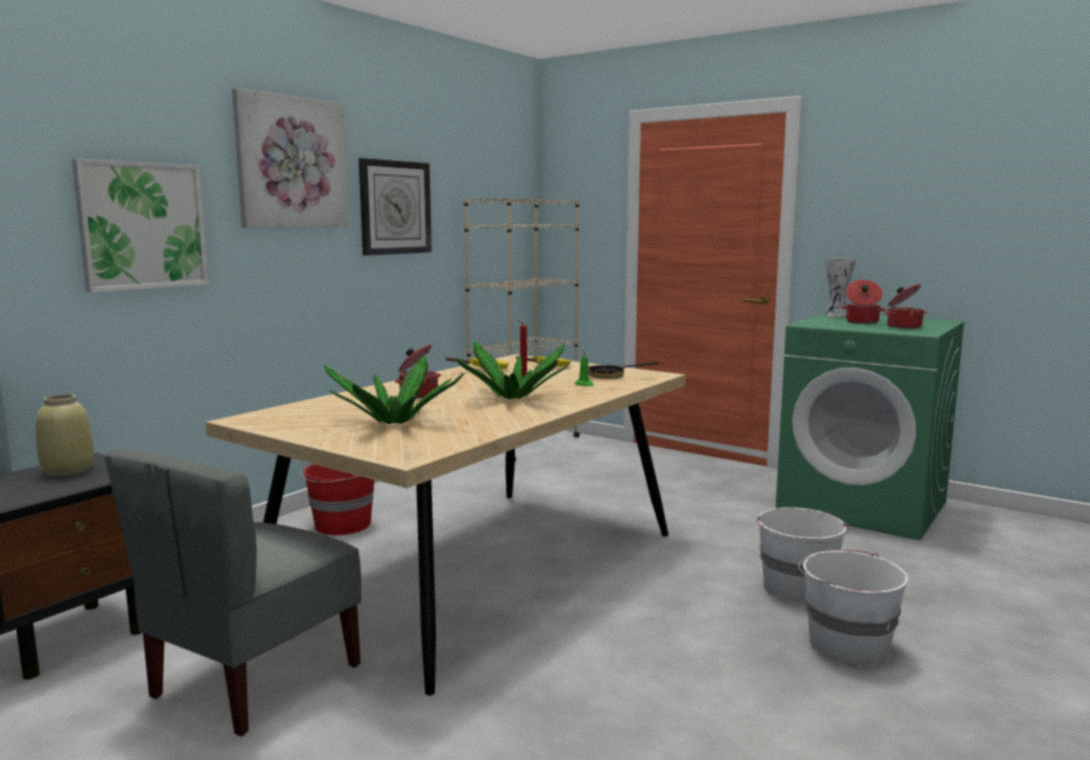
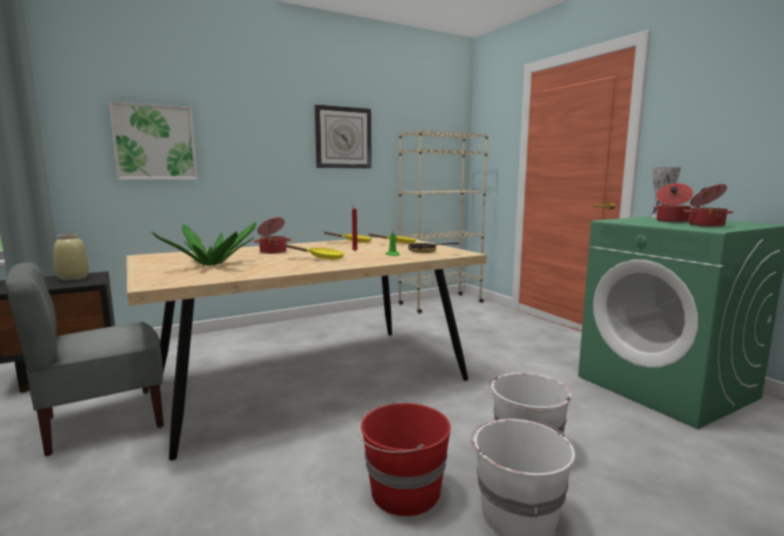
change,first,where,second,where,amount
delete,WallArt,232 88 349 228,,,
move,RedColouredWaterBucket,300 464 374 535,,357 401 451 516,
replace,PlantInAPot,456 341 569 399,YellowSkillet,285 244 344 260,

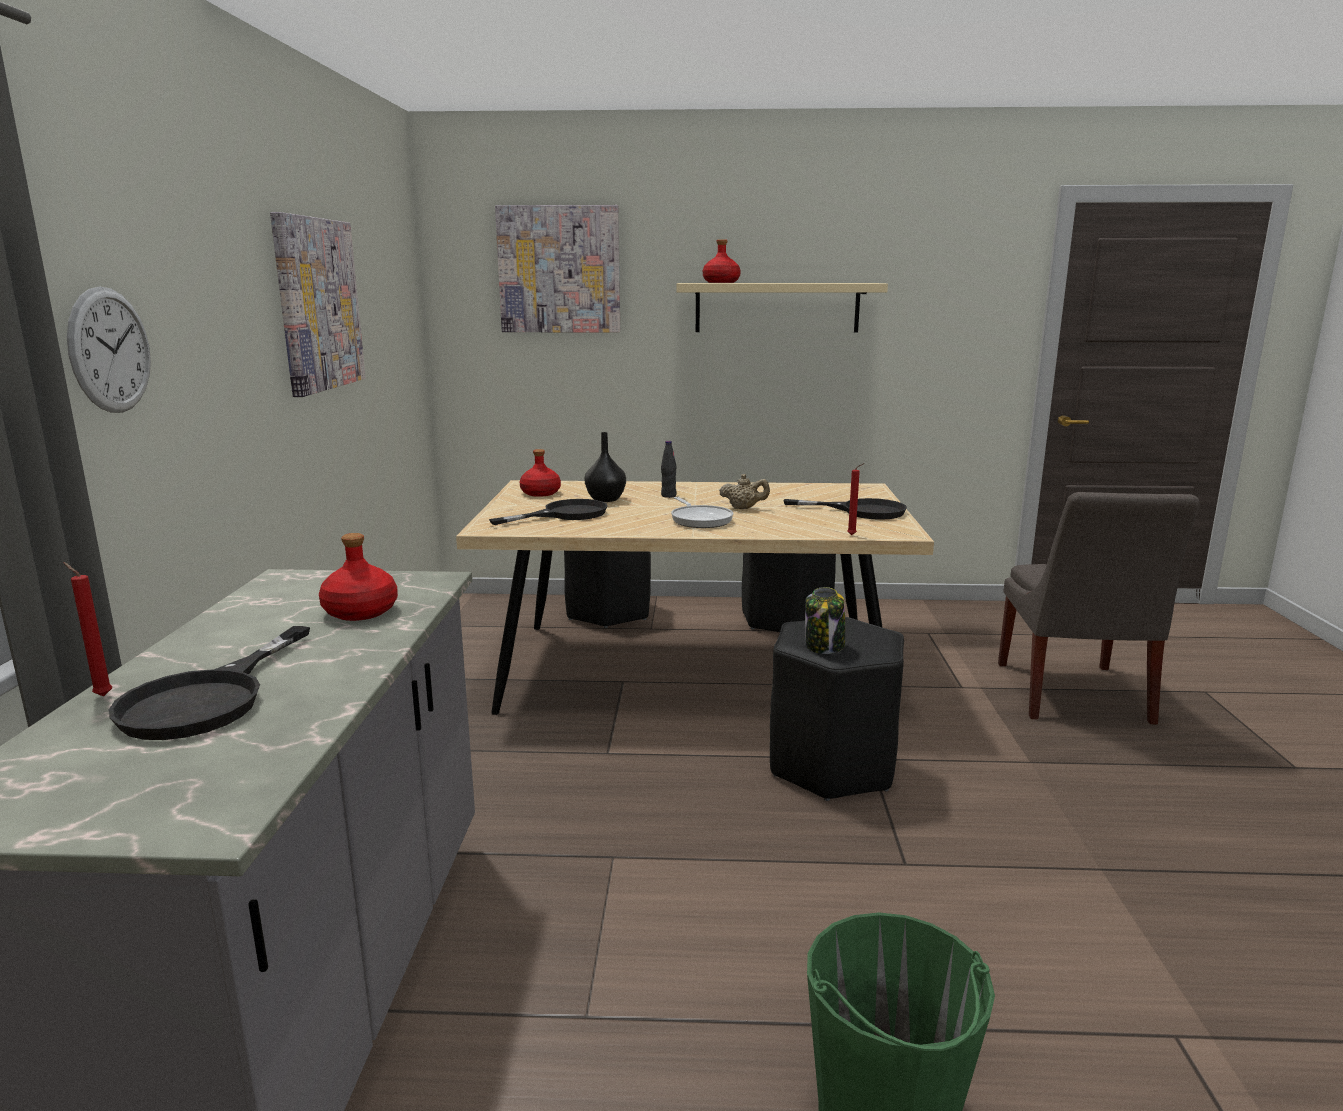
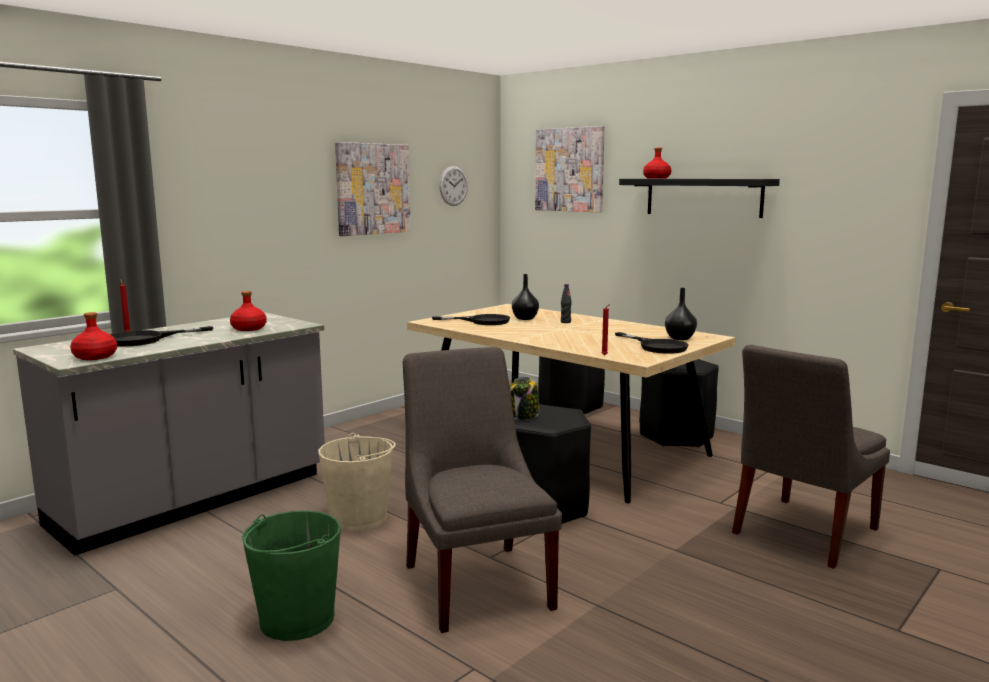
change,first,where,second,where,amount
delete,Skillet,671 497 733 528,,,
delete,BeigeTeaPot,719 474 770 509,,,
insert,,,BeigeWaterBucket,318 433 396 531,
insert,,,GrayPlainChair,403 347 562 633,
insert,,,BlackColouredVase,665 288 697 340,
move,WallClock,67 287 151 413,,439 166 468 206,
move,RedColouredDrinkBottle,520 449 561 497,,70 312 117 360,
recolor,BeigeBracketShelf,676 283 888 333,BlackColouredBracketShelf,619 179 780 218,

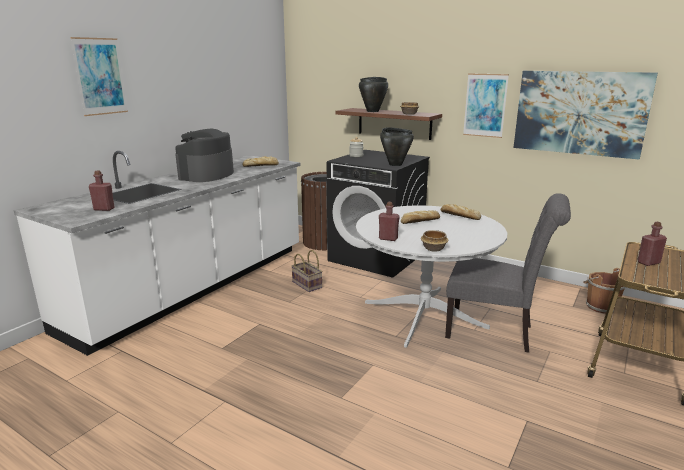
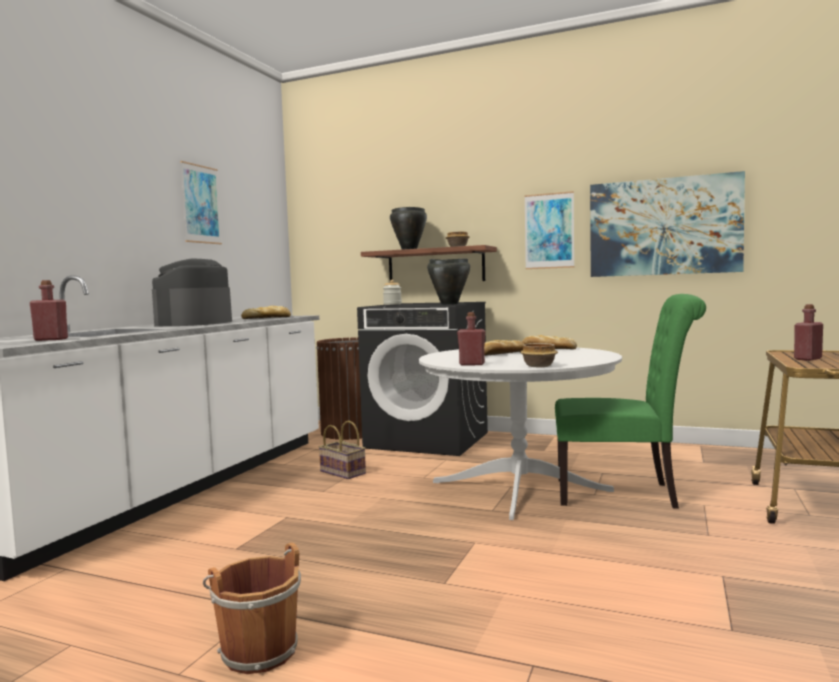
change,first,where,second,where,amount
move,WallArt,70 37 128 116,,180 161 222 244,
move,BrownWaterBucket,583 268 626 314,,203 543 301 674,
recolor,GrayPlainChair,445 193 571 353,GreenColouredPlainChair,555 294 706 509,

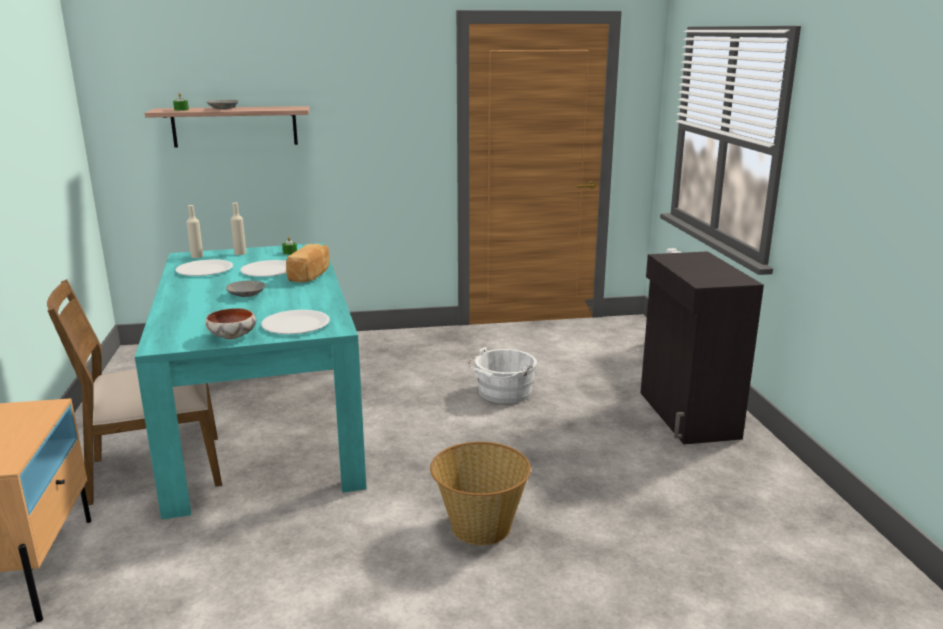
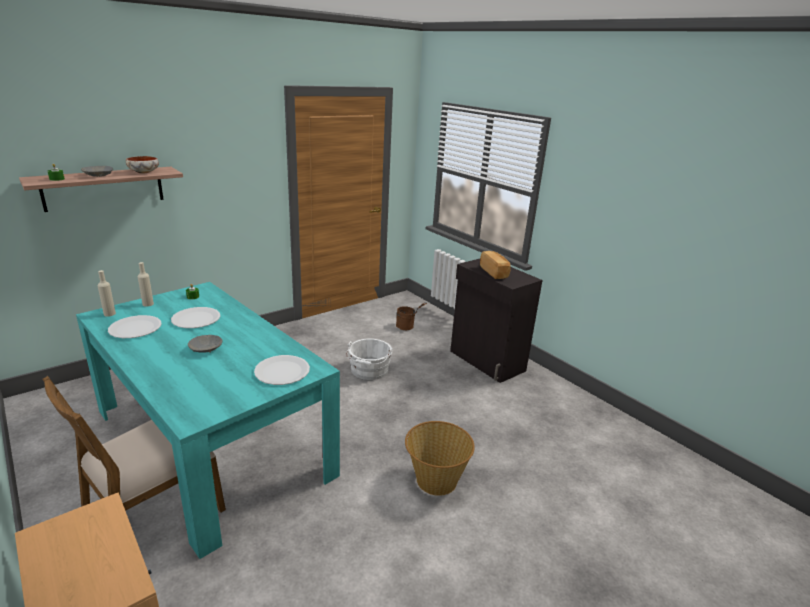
change,first,where,second,where,amount
insert,,,BrownWaterBucket,396 302 427 330,
move,DeepDish,205 308 256 339,,126 156 159 174,
move,BakeryBread,286 244 329 282,,480 251 511 279,

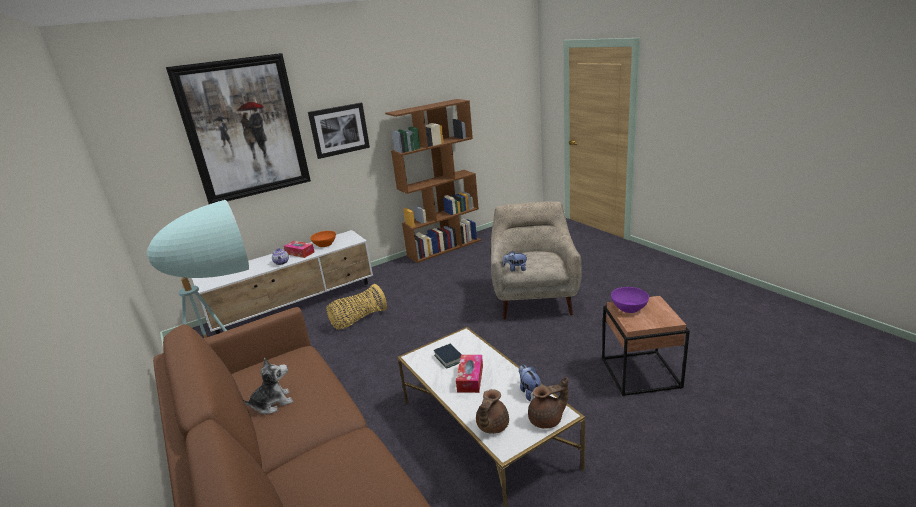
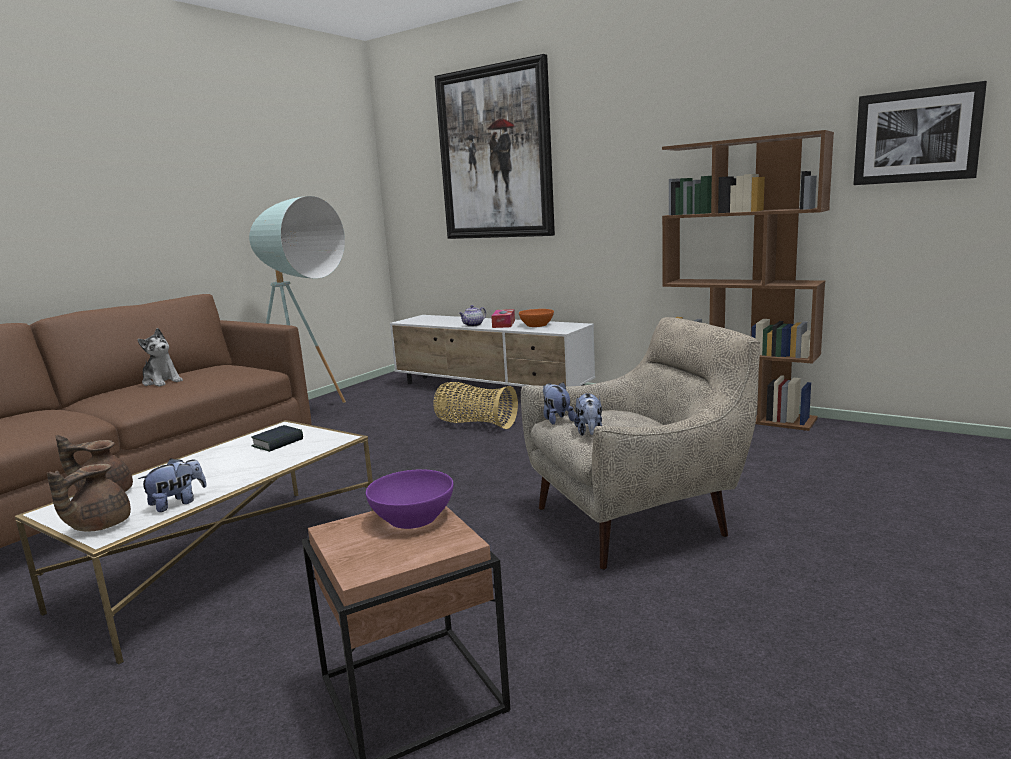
change,first,where,second,where,amount
delete,BoxOfTissues,456 355 483 393,,,
insert,,,SoftToy,574 393 602 436,
move,WallArt,308 103 370 159,,853 81 987 185,
rotate,BrownTeaPot,528 377 568 429,,47 464 131 531,60 degrees clockwise

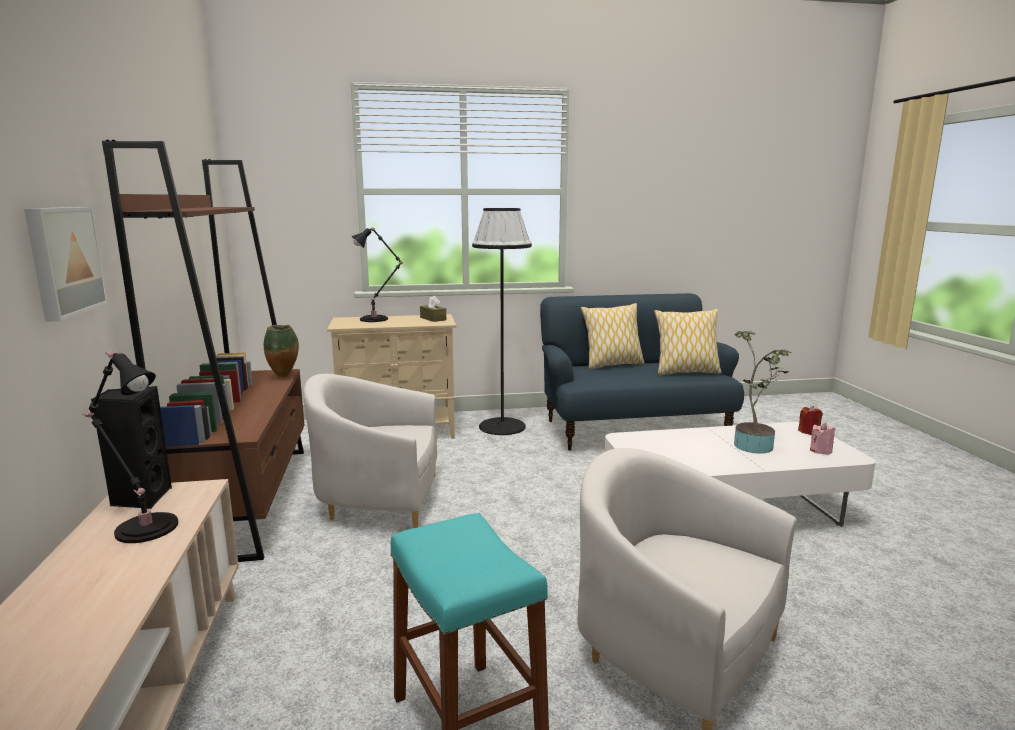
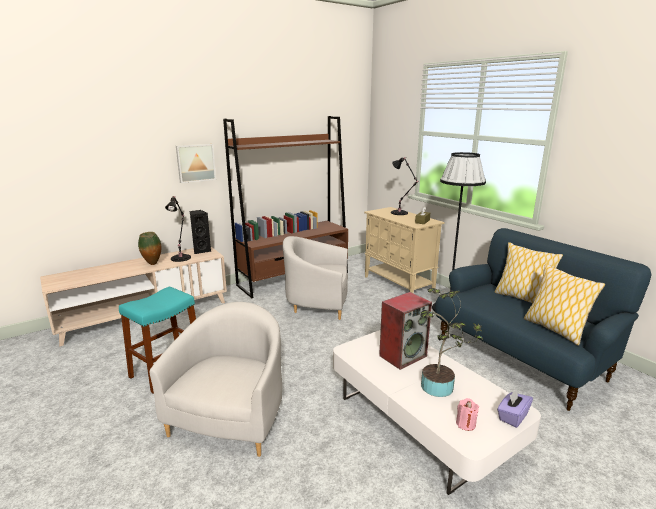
change,first,where,second,where,amount
insert,,,Speaker,379 292 432 370,
move,Vase,264 325 299 377,,138 232 161 265,
replace,RedColouredCandle,798 406 823 435,PurpleBoxOfTissues,497 389 533 428,
rotate,WhiteColouredLoungeChair,303 374 437 528,,283 236 348 320,60 degrees counterclockwise

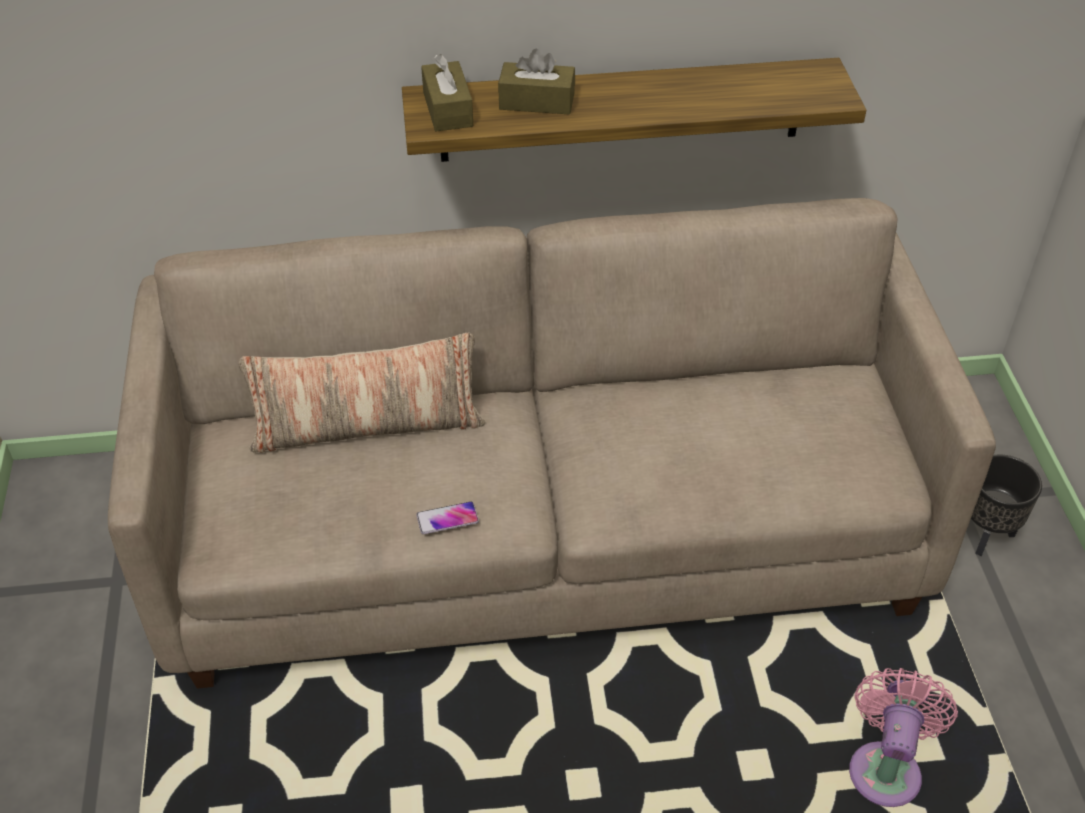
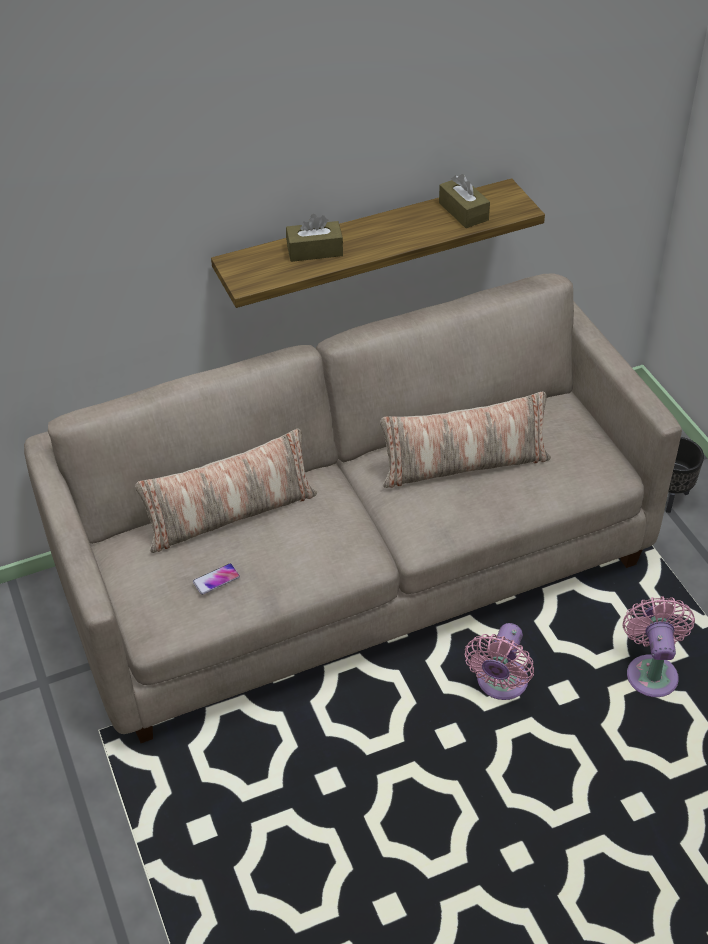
change,first,where,second,where,amount
insert,,,ThrowPillow,380 391 551 488,
insert,,,PinkCoolingFan,465 623 534 700,
move,Handset,416 501 479 534,,193 563 240 595,
move,BrownBoxOfTissues,421 54 473 131,,439 174 490 228,

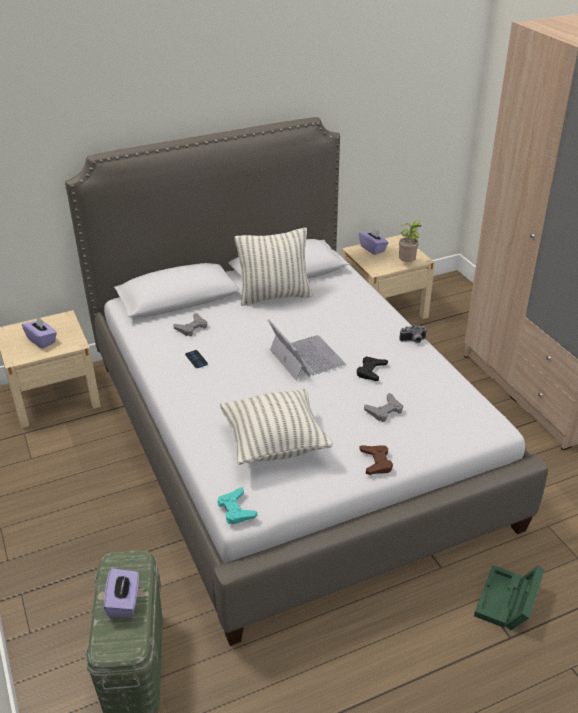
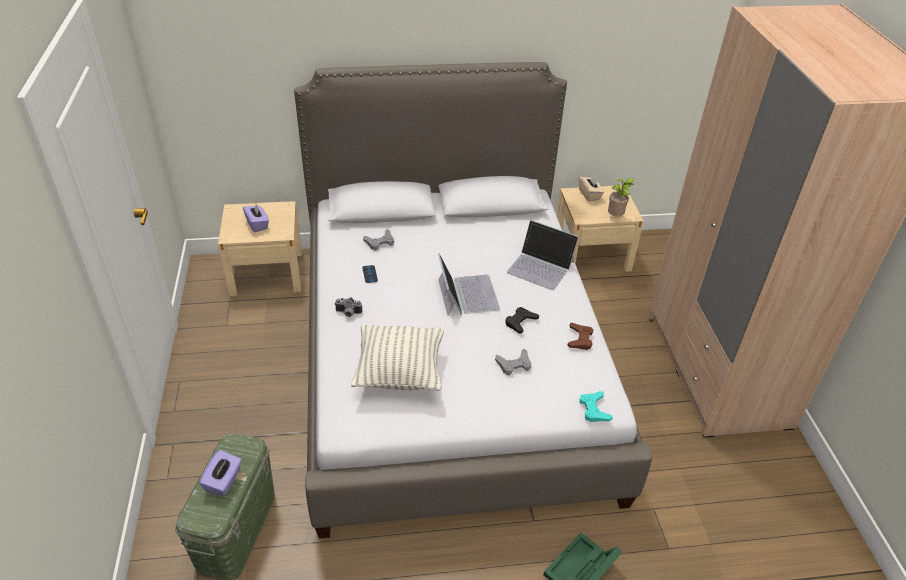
change,first,where,second,where,amount
delete,ThrowPillow,234 228 313 306,,,
insert,,,NotebookComputer,506 220 579 290,
move,TurquoiseColouredGamepad,218 487 257 525,,579 391 613 422,
move,BrownGamepad,359 445 393 475,,567 323 593 350,
move,PhotoCamera,399 324 427 343,,335 297 362 317,
recolor,PurpleBoxOfTissues,359 227 388 255,BeigeBoxOfTissues,579 174 604 201,

